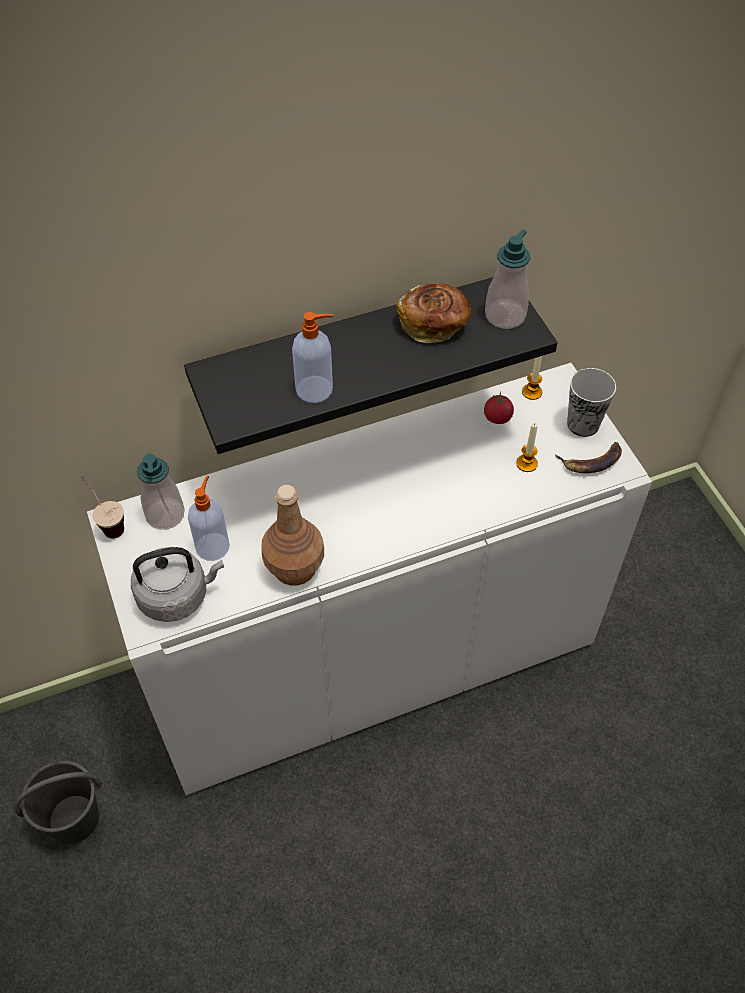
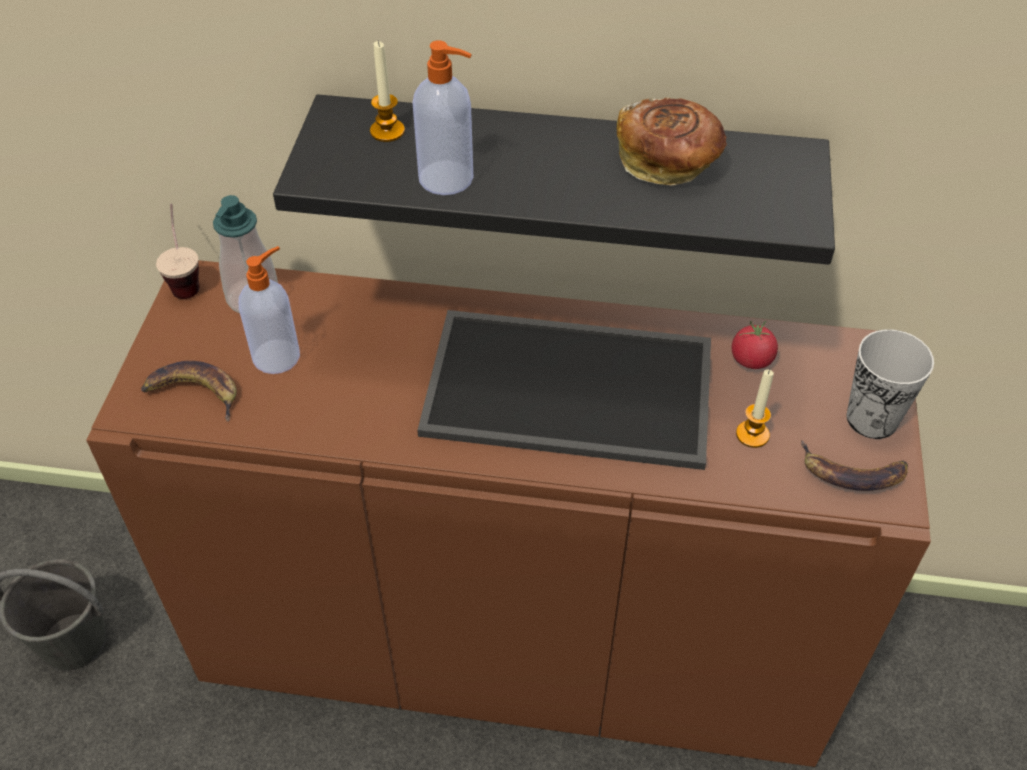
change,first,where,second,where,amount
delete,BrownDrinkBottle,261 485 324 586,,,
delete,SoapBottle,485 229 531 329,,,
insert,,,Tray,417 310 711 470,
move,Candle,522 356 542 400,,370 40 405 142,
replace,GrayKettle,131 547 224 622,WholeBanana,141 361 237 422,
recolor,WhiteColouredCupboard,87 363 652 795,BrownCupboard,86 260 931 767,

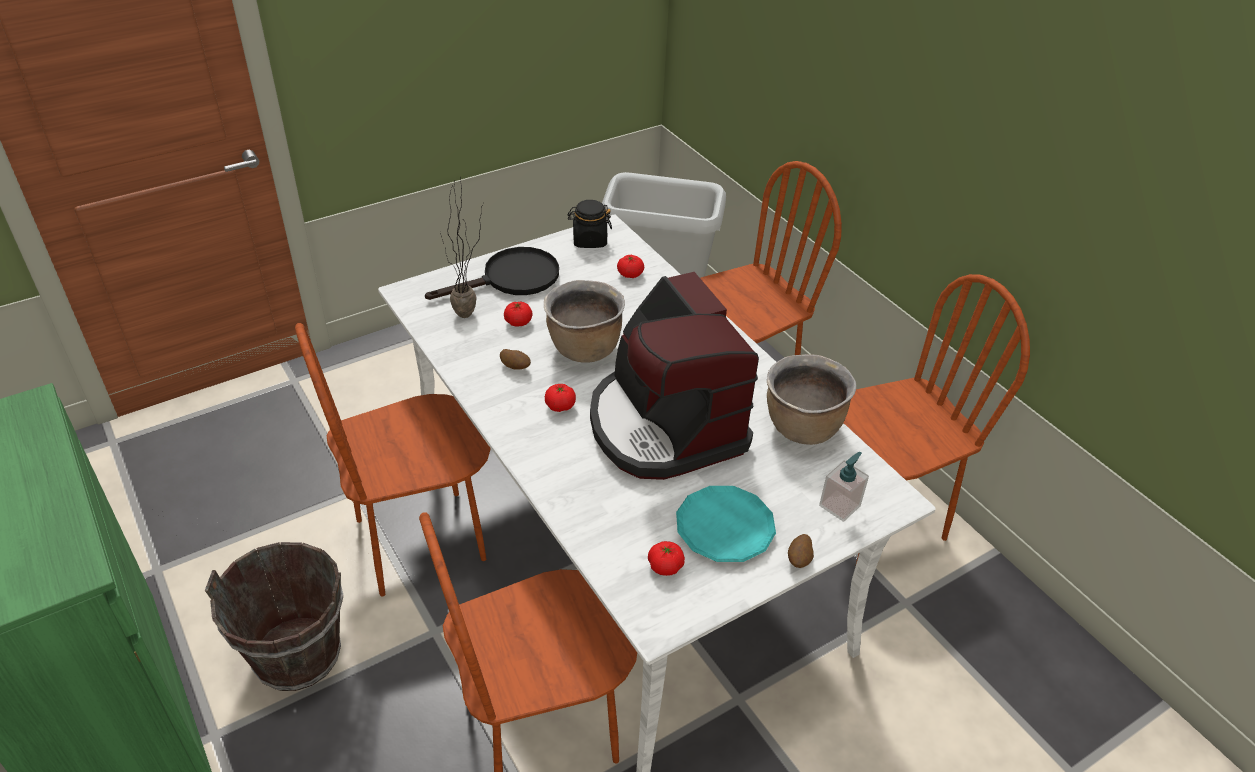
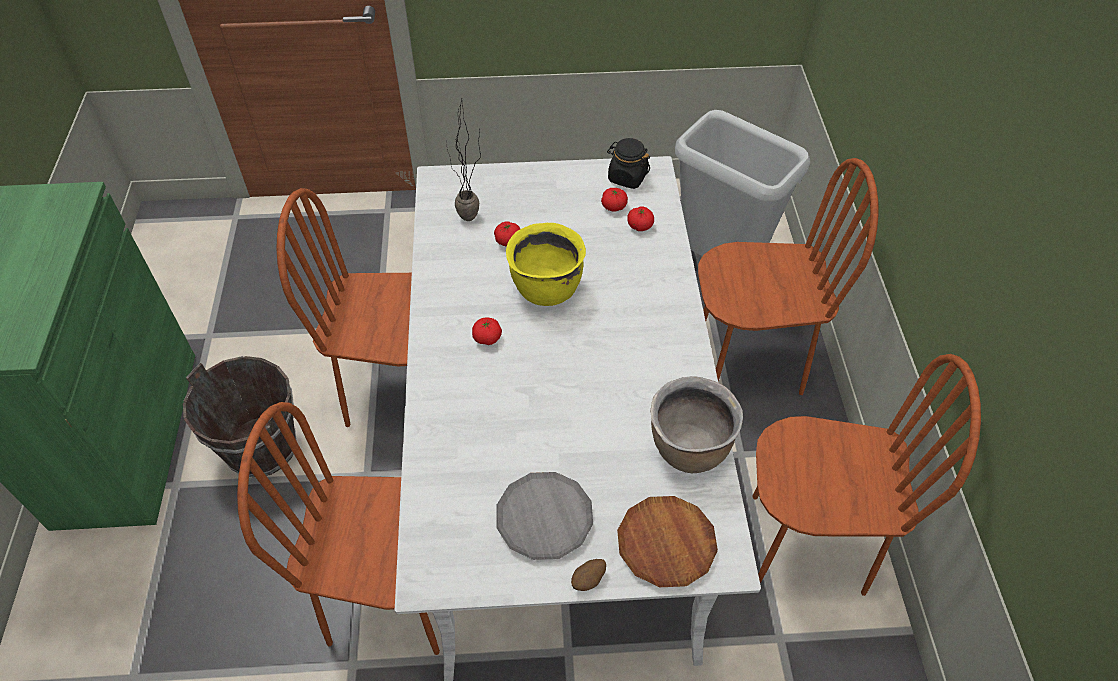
change,first,where,second,where,amount
delete,BlackColouredSkillet,425 247 559 300,,,
delete,Potato,500 349 531 370,,,
delete,CoffeeMachine,590 272 759 480,,,
move,Tomato,648 541 685 576,,601 188 628 212,
replace,SoapBottle,819 452 869 522,BrownFlatDish,617 496 718 587,
recolor,BrownStockpot,544 280 625 363,YellowStockpot,506 223 586 306,
recolor,TurquoiseColouredFlatDish,676 486 776 562,GrayFlatDish,496 472 593 560,

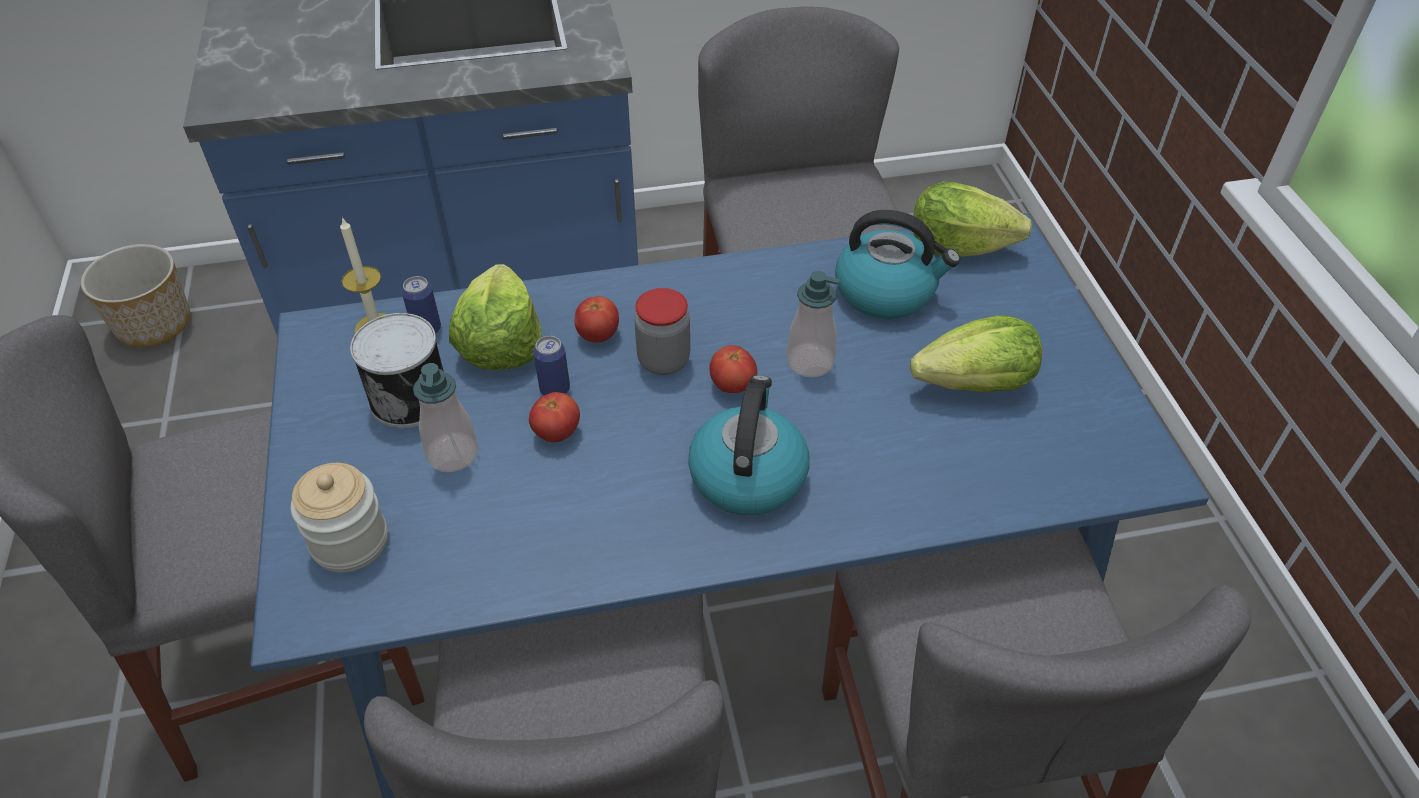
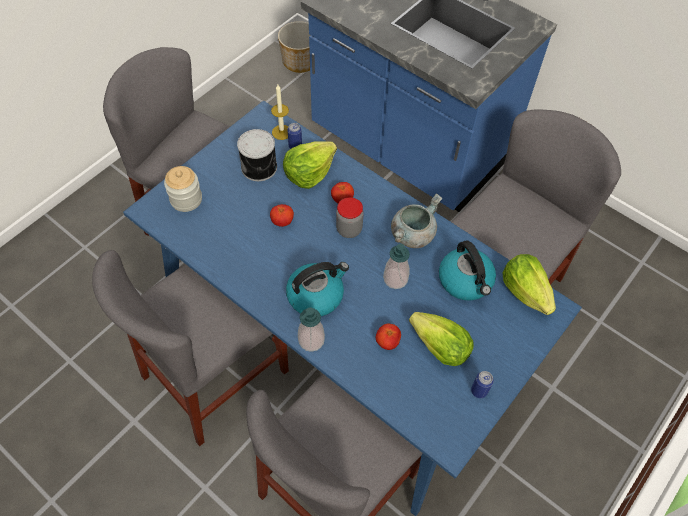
change,first,where,second,where,amount
insert,,,GrayStockpot,391 193 442 248,
move,SoapBottle,413 363 478 472,,298 307 325 352,
move,MetalCan,533 336 570 395,,471 371 494 398,
move,Tomato,709 345 757 393,,376 324 401 350,

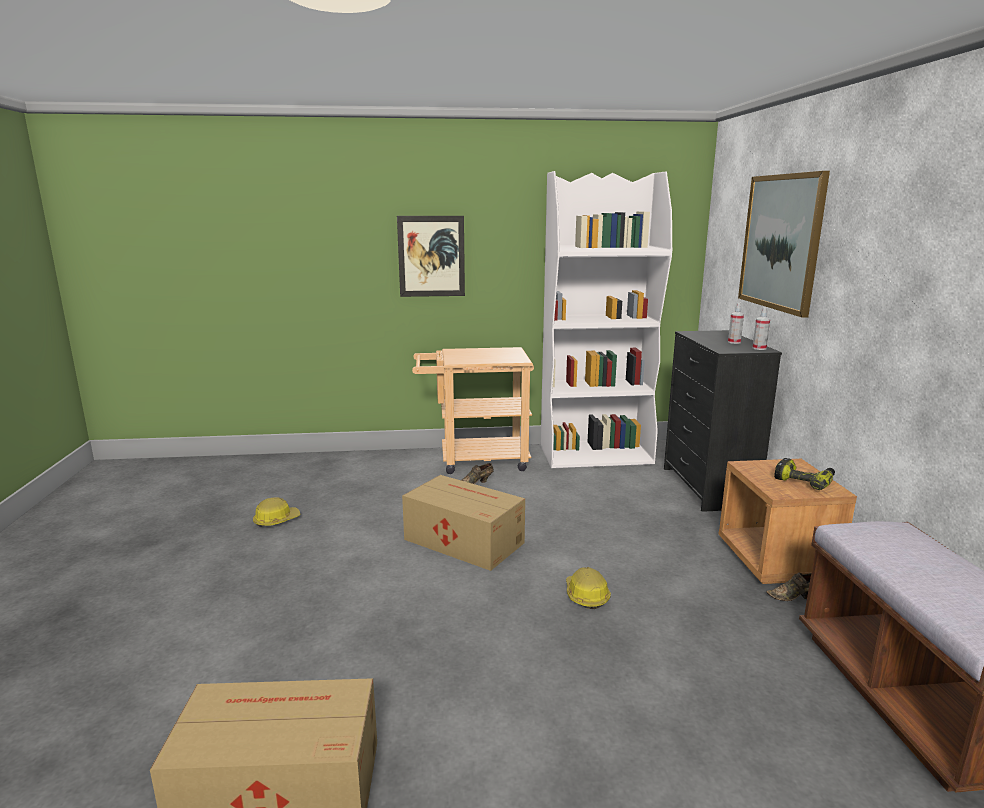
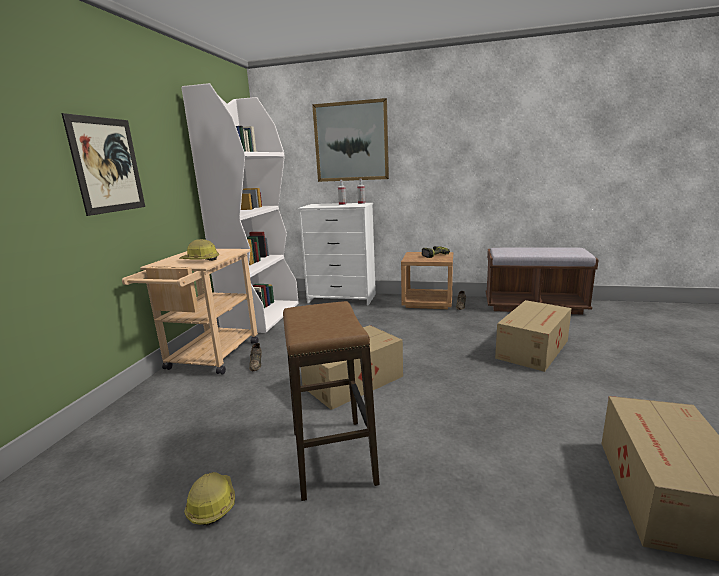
change,first,where,second,where,amount
insert,,,Stool,283 301 380 501,
insert,,,PackingBox,495 300 572 372,
move,HardHat,566 567 611 609,,179 239 219 261,
recolor,BlackColouredDrawerChest,664 330 782 512,WhiteColouredDrawerChest,298 203 376 306,

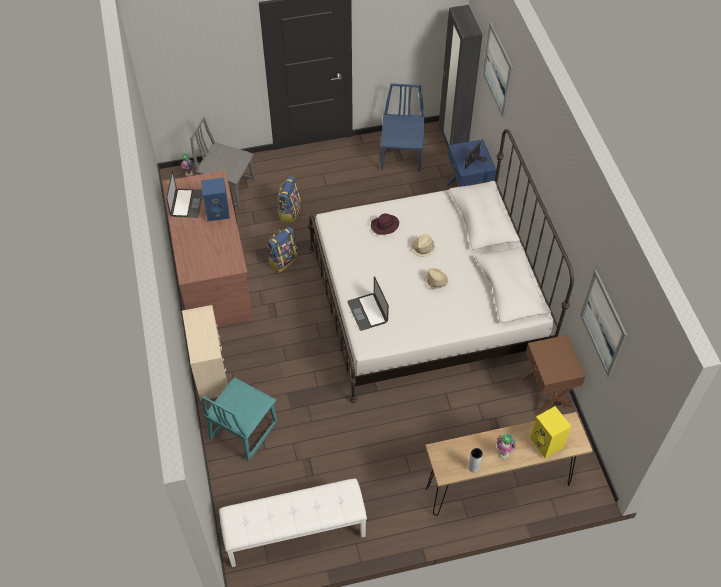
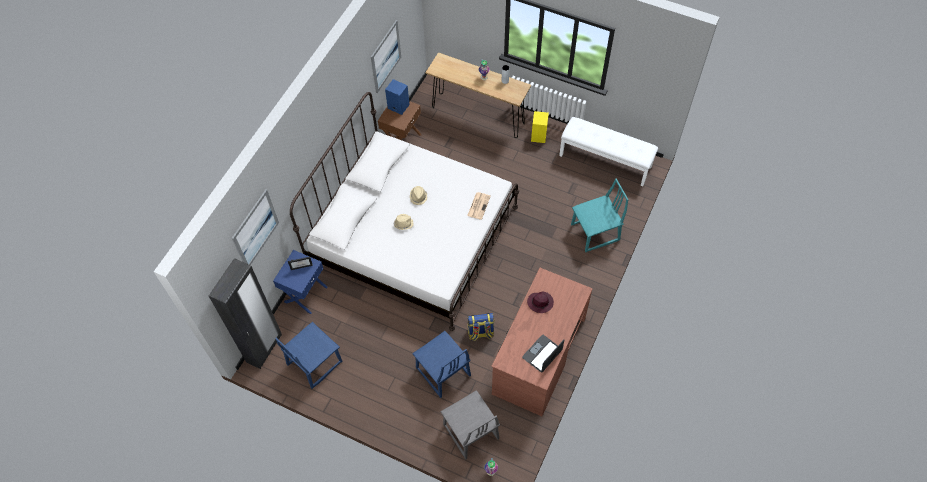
change,first,where,second,where,amount
delete,BeigeDrawerChest,182 305 228 401,,,
move,BlueColouredSpeaker,201 178 230 221,,385 79 410 115,
move,PurpleHat,371 213 399 235,,527 292 554 313,
move,YellowSpeaker,530 406 571 458,,531 111 549 143,
replace,Knapsack,277 177 301 223,BlueColouredPlainChair,412 331 471 398,
replace,NotebookComputer,347 277 389 331,Newspaper,467 192 491 220,

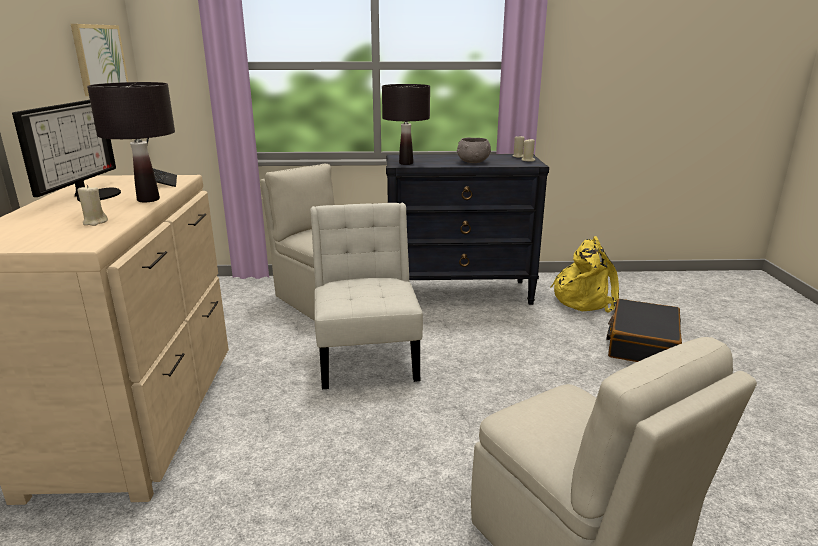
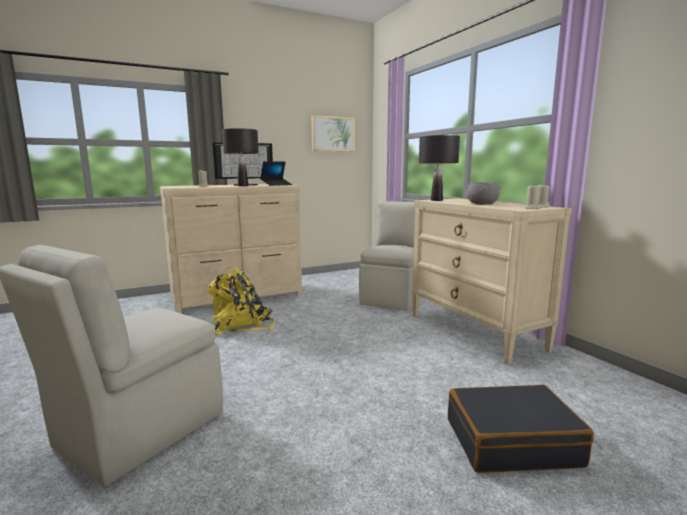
change,first,where,second,where,amount
delete,WhiteColouredPlainChair,311 203 423 389,,,
move,YellowKnapsack,550 236 619 313,,208 266 274 334,
recolor,BlackColouredDrawerChest,386 154 549 305,BeigeDrawerChest,411 198 572 365,

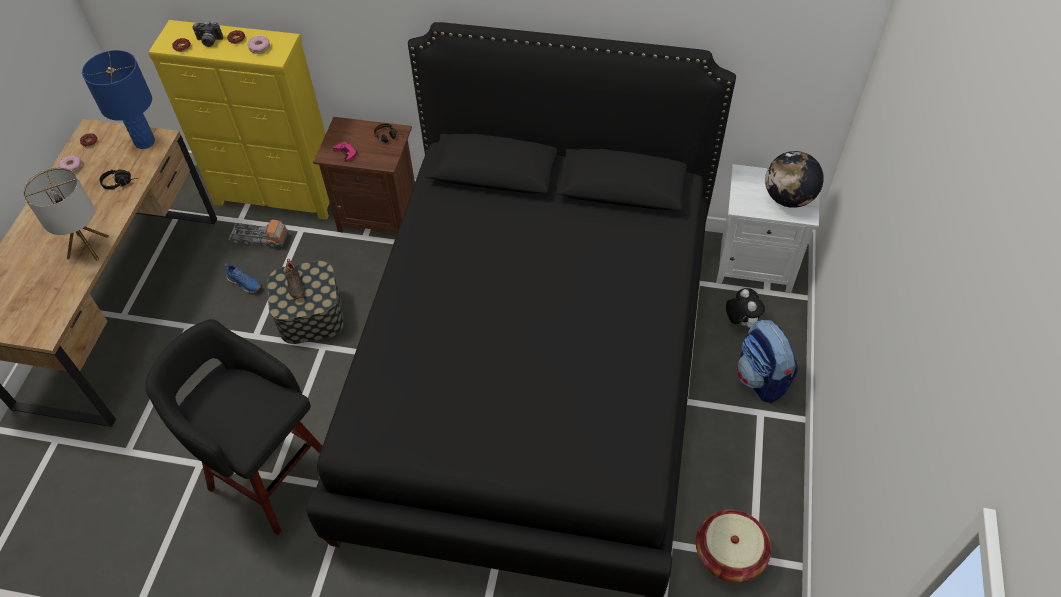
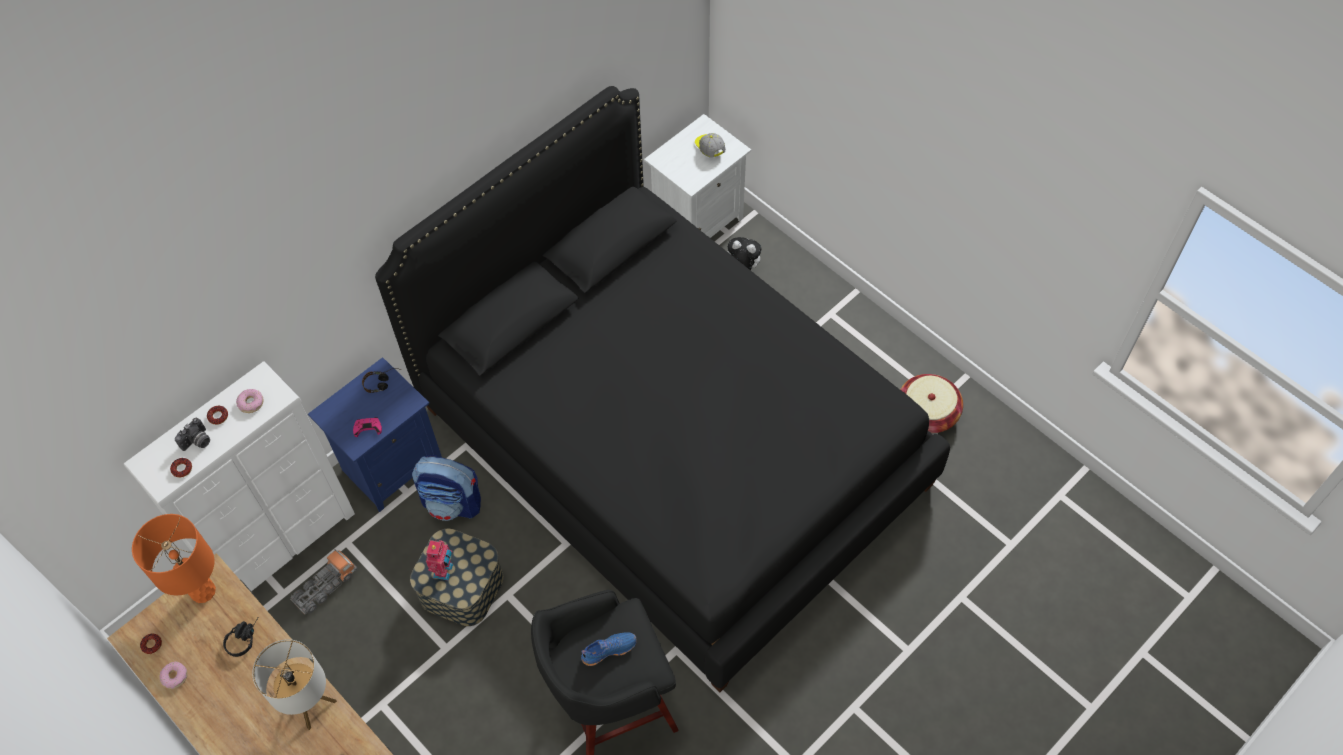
change,first,where,second,where,amount
move,BlueColouredItemOfFootwear,225 263 261 293,,581 632 637 666,
move,Knapsack,737 320 798 403,,412 455 481 521,
replace,BlackColouredItemOfFootwear,285 259 305 299,ToyRobot,426 539 453 581,
replace,WorldGlobe,765 151 824 208,Cap,695 133 726 157,
recolor,BlueColouredTabletopLamp,82 50 155 149,OrangeColouredTabletopLamp,132 514 216 603,
recolor,YellowDrawerChest,148 20 330 220,WhiteColouredDrawerChest,124 361 355 591,
recolor,BrownNightTable,313 117 415 233,BlueColouredNightTable,308 357 442 512,

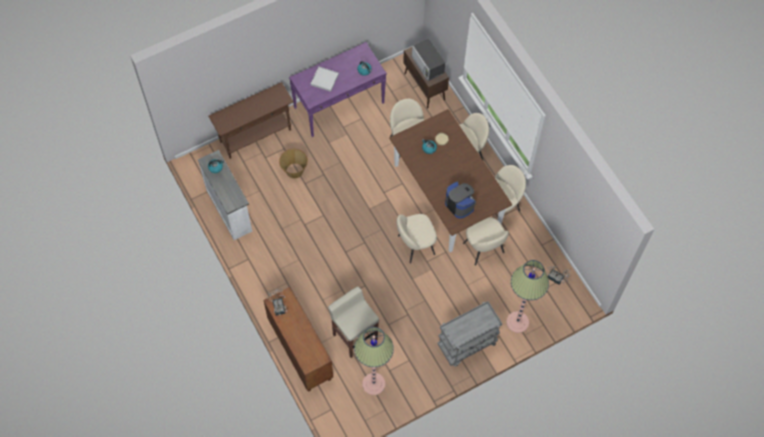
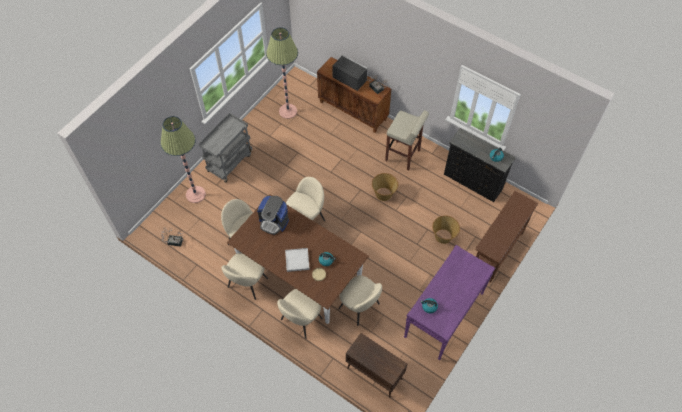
change,first,where,second,where,amount
insert,,,StorageBasket,372 173 398 201,
move,WhiteColouredTray,311 66 339 92,,285 248 310 272,
move,BeigeStool,328 286 379 358,,385 110 429 171,
move,Microwave,411 38 445 81,,332 55 368 91,
recolor,WhiteColouredDrawerChest,198 150 252 240,BlackColouredDrawerChest,444 128 516 202,

